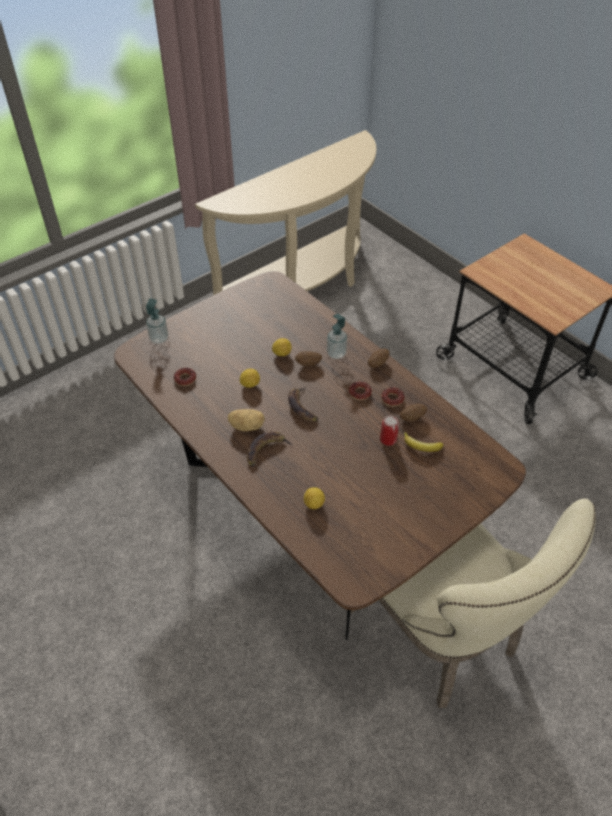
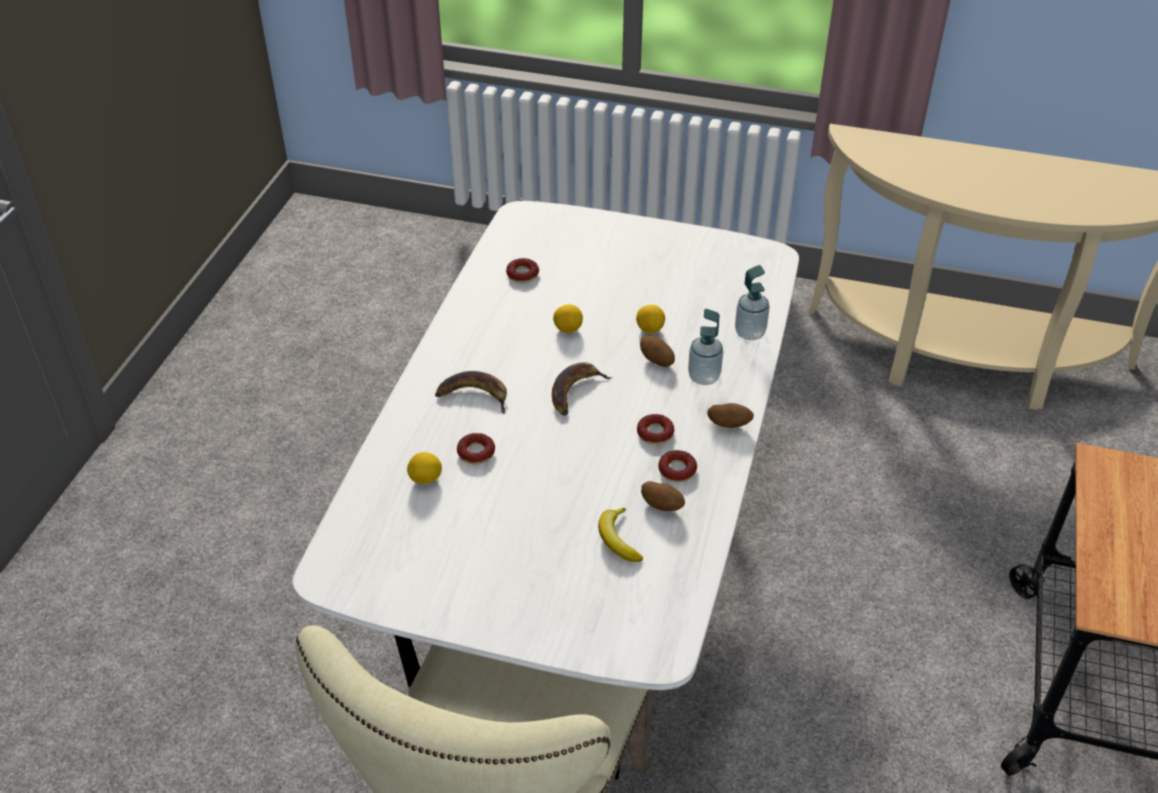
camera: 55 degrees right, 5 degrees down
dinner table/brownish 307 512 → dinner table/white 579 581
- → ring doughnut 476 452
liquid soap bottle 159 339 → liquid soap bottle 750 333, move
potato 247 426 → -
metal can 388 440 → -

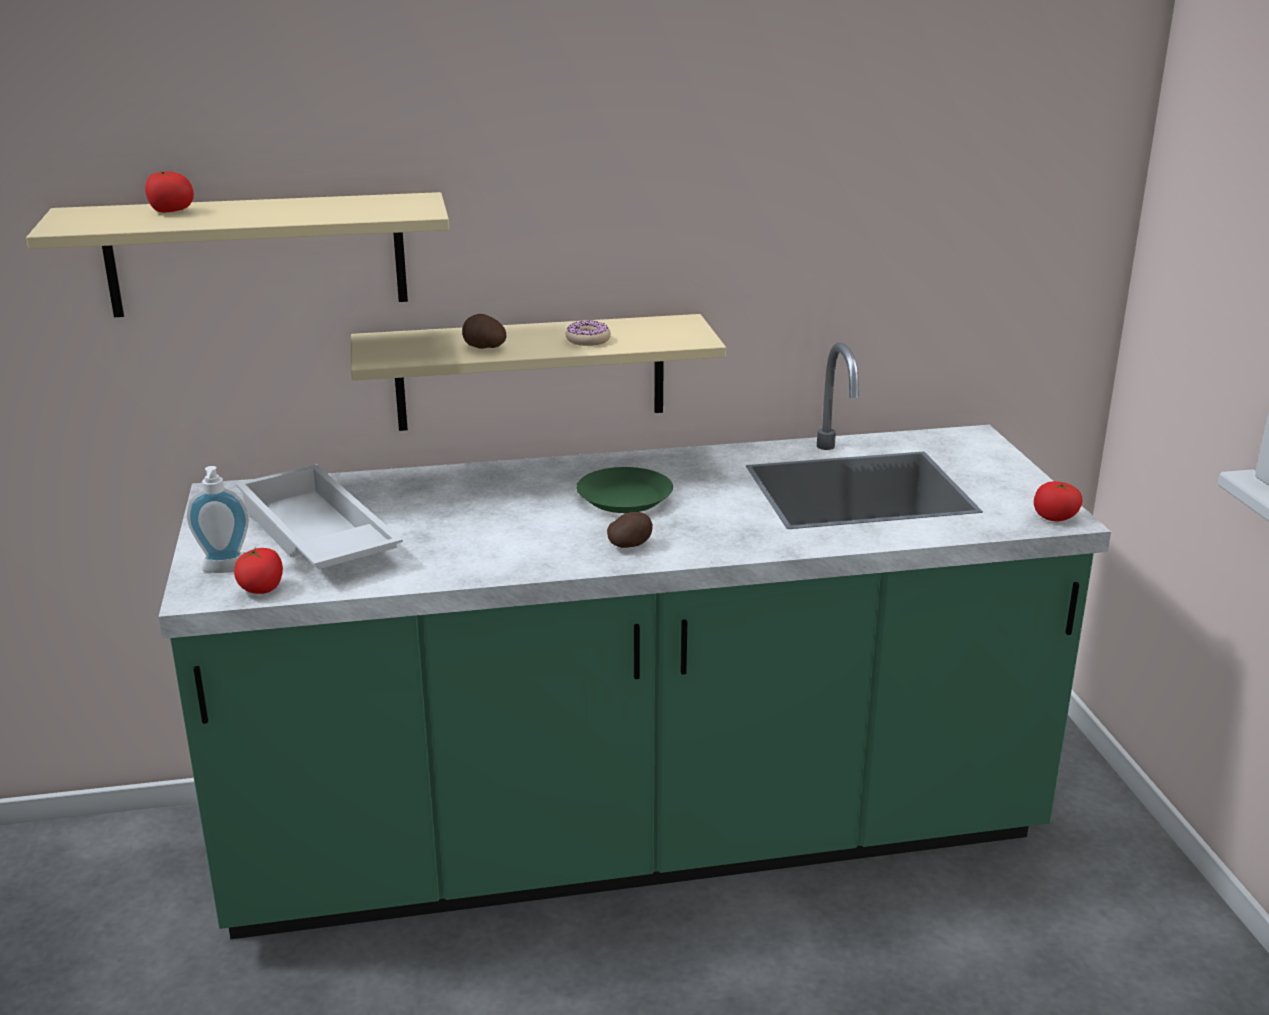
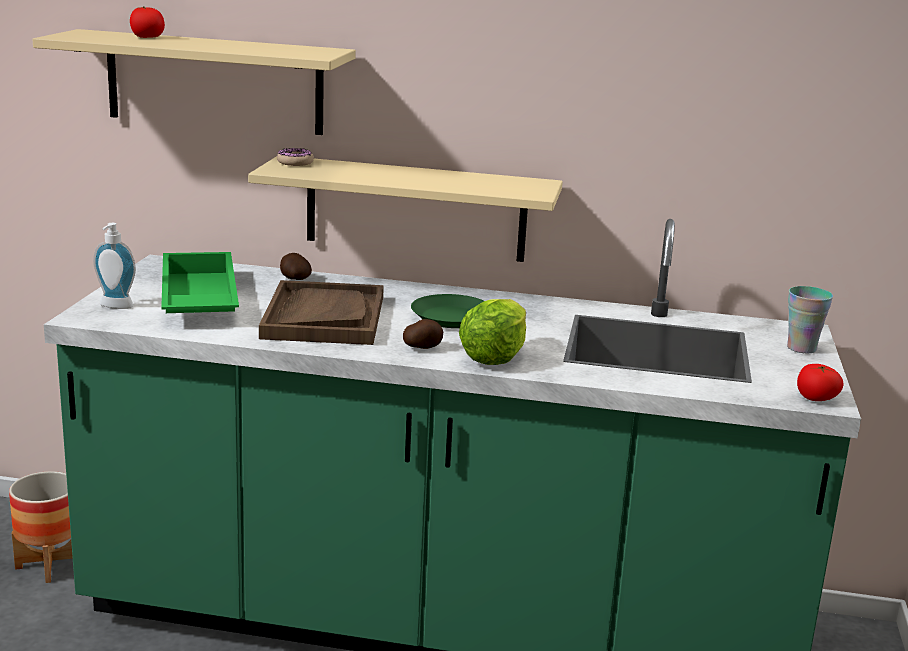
camera: 20 degrees right, 5 degrees down
- → plant pot 50 565
serving tray/white 314 536 → serving tray/green-coloured 196 299
- → serving tray/brownish 324 317
ring doughnut 588 340 → ring doughnut 295 162, move
potato 484 348 → potato 294 279, move
- → lettuce 494 357
- → small cup 801 348
fresh tomato 261 589 → -

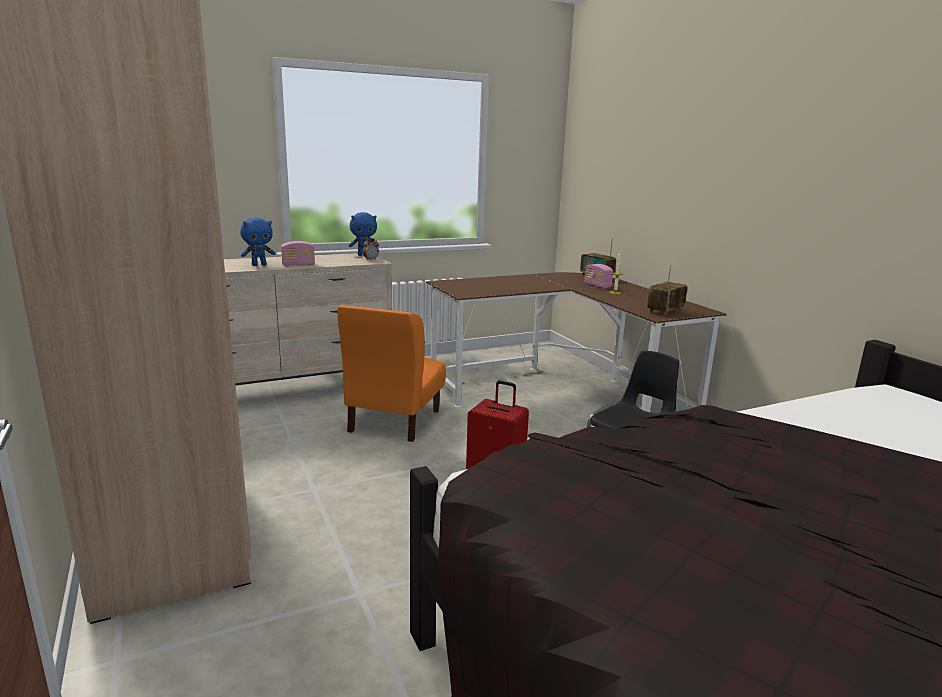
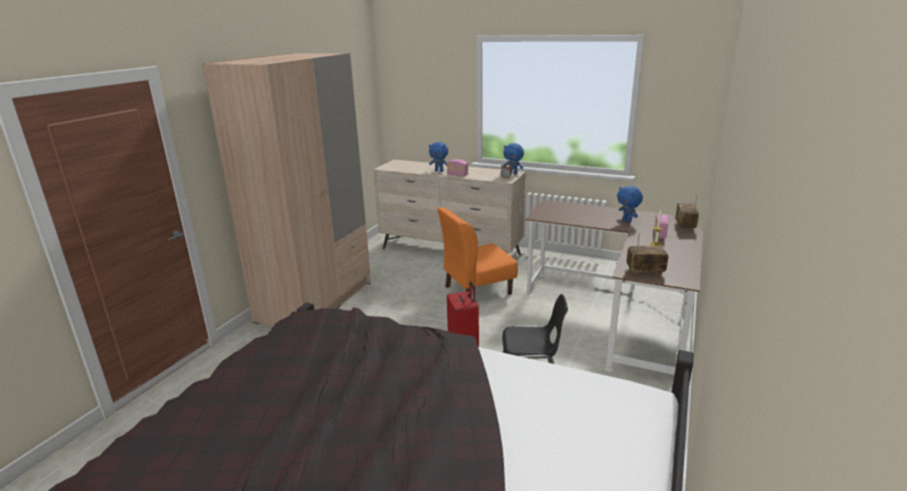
camera: 50 degrees right, 5 degrees up
- → cuddly toy/blue-coloured 627 220

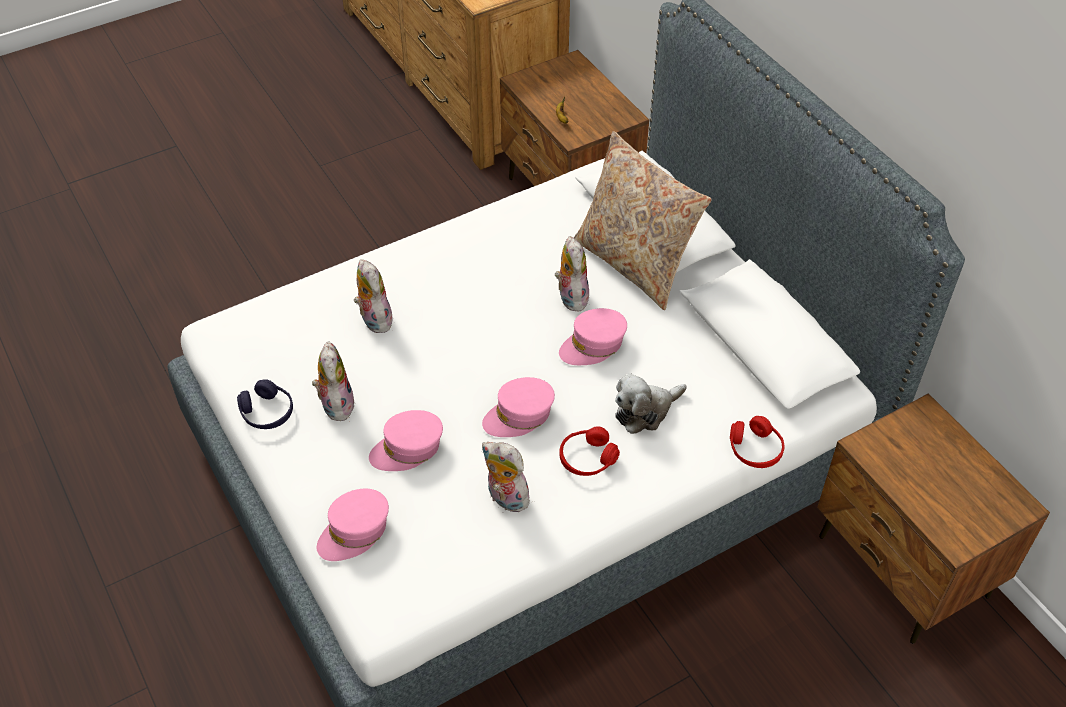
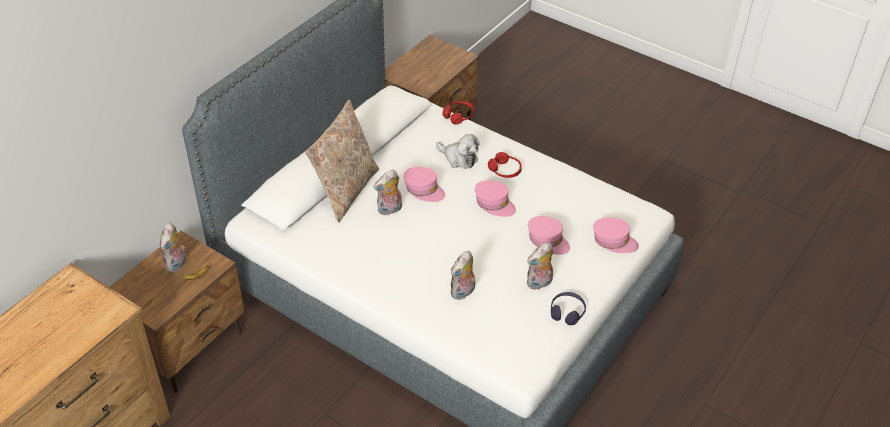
camera: 115 degrees left, 5 degrees down
cuddly toy 505 498 → cuddly toy 177 264, move

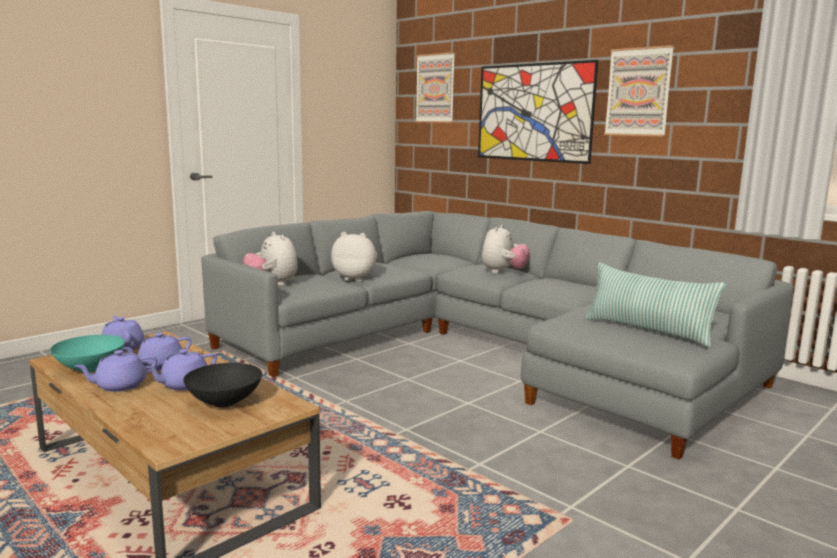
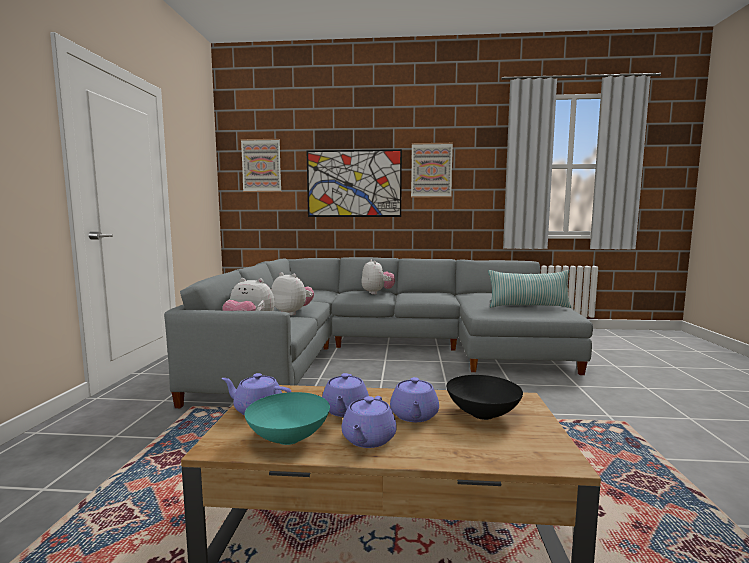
camera: 40 degrees left, 5 degrees down
cuddly toy 356 278 → cuddly toy 293 313, 60 degrees clockwise

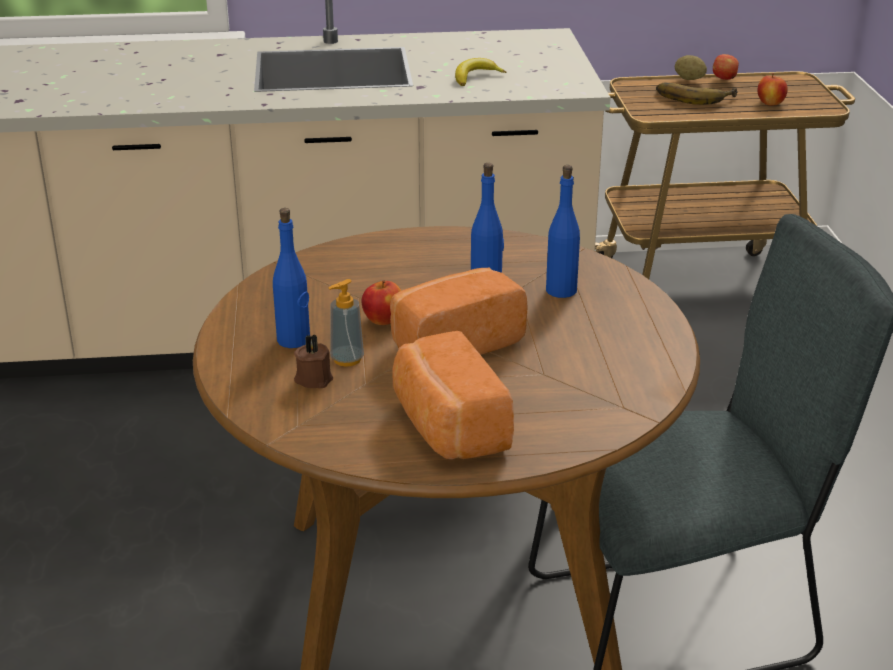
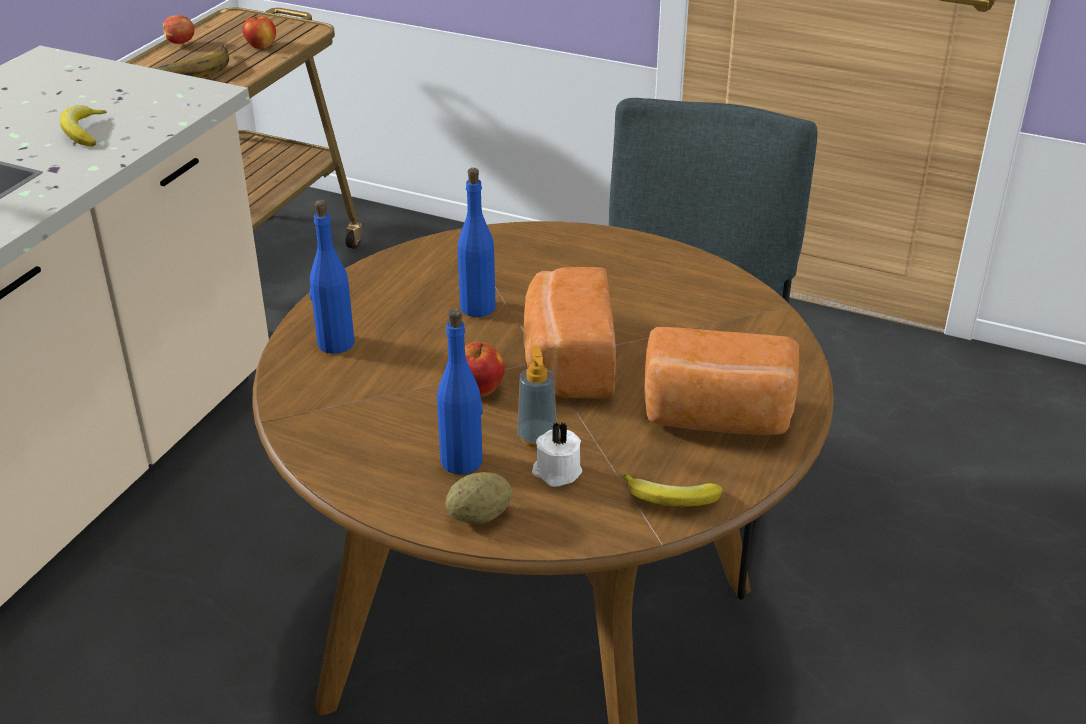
camera: 60 degrees left, 5 degrees up
drink bottle/blue-coloured 561 290 → drink bottle/blue-coloured 335 343, move
potato 689 79 → potato 479 516, move
wax light/brownish 313 378 → wax light/white 556 472
- → whole banana 671 500

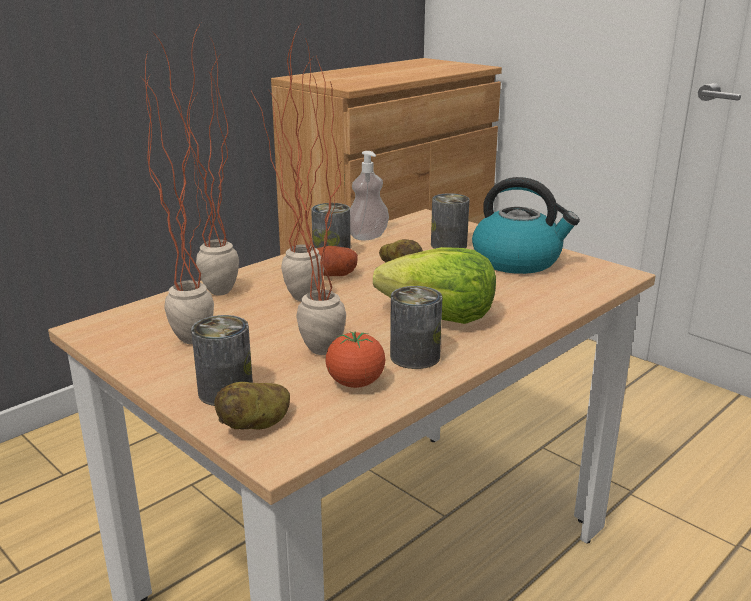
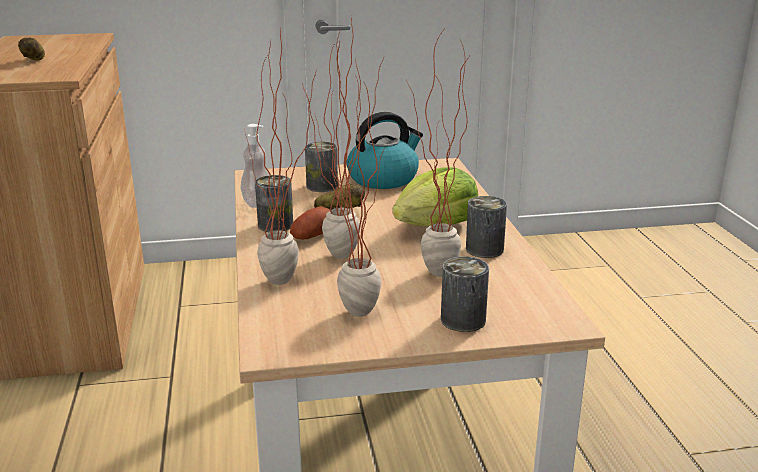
camera: 55 degrees left, 0 degrees up
potato 256 425 → potato 34 60, move
fresh tomato 355 383 → -

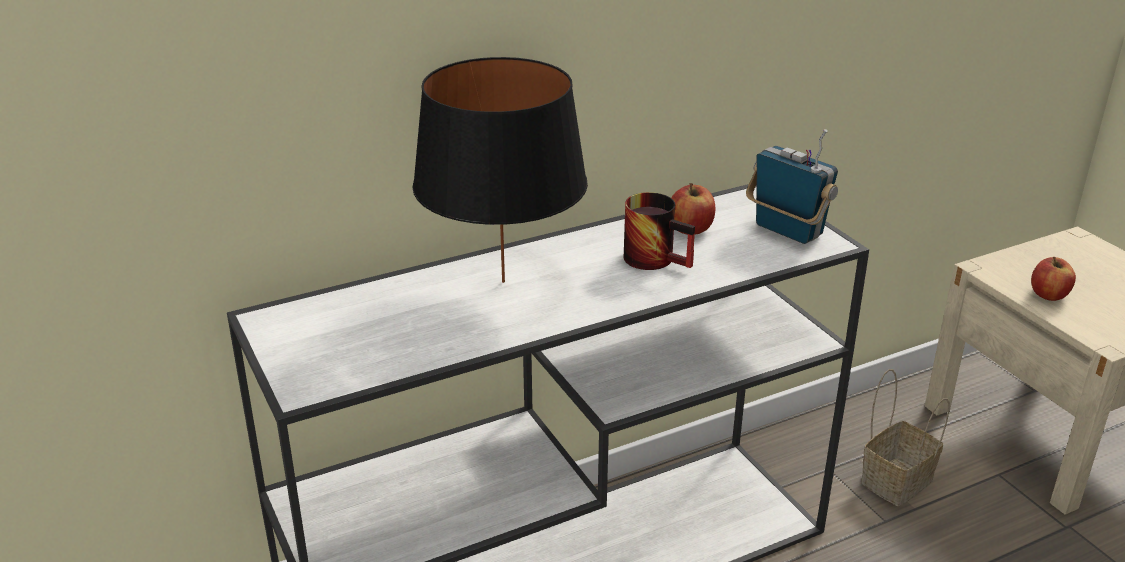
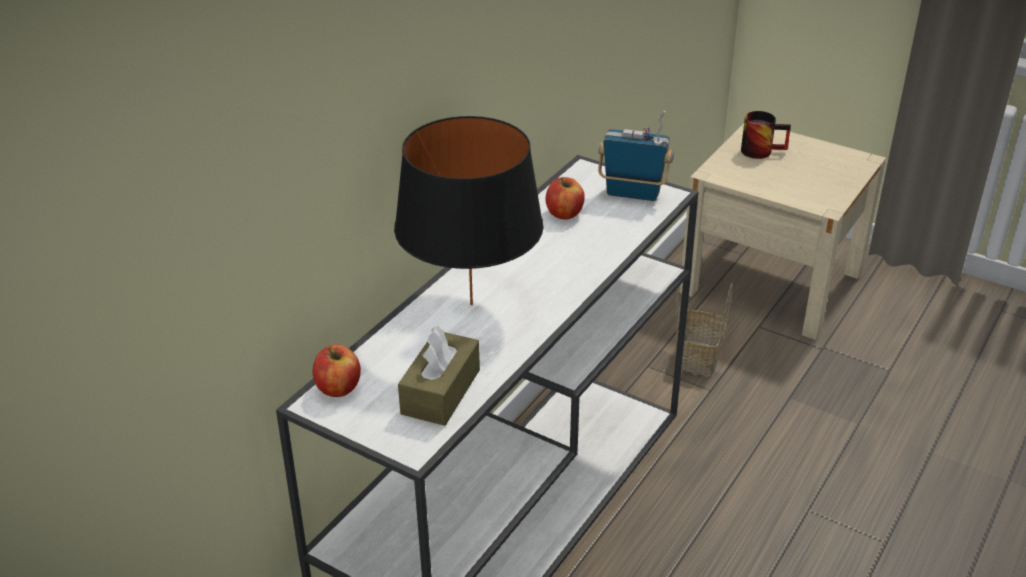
camera: 30 degrees left, 5 degrees up
apple 1048 295 → apple 338 388, move
- → box of tissues/brownish 441 392
mug 658 258 → mug 761 150, move

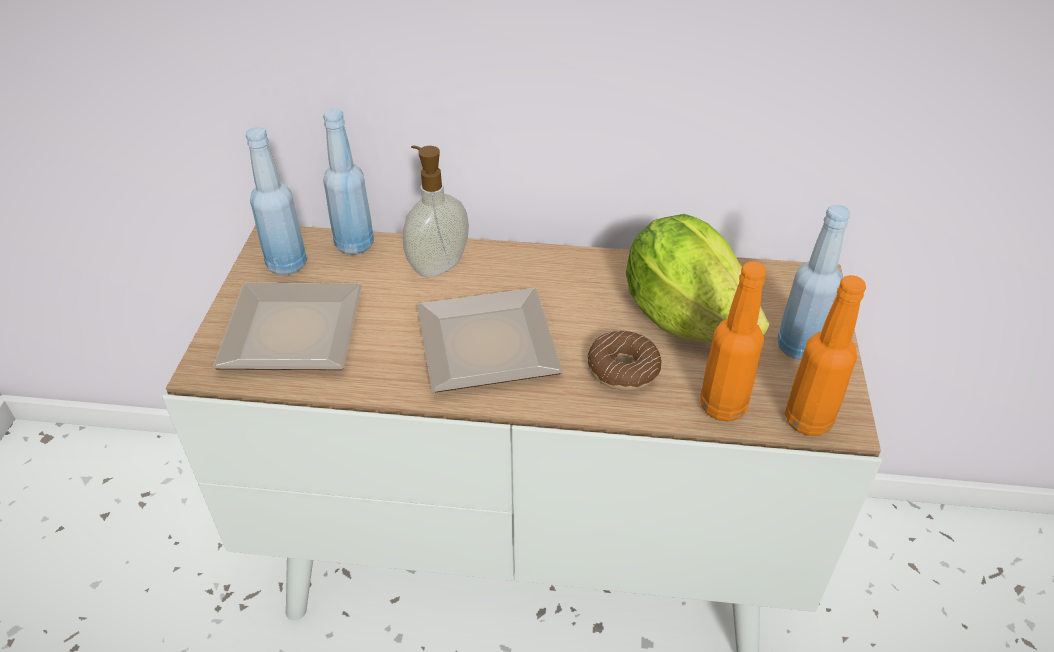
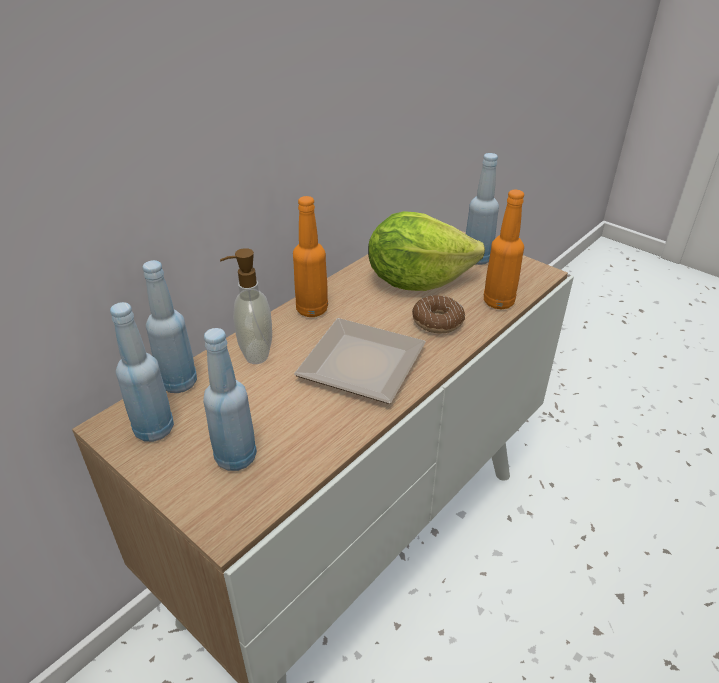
camera: 55 degrees left, 5 degrees down
plate 289 329 → drink bottle/blue-coloured 235 457
drink bottle/orangey 808 420 → drink bottle/orangey 311 309, move

